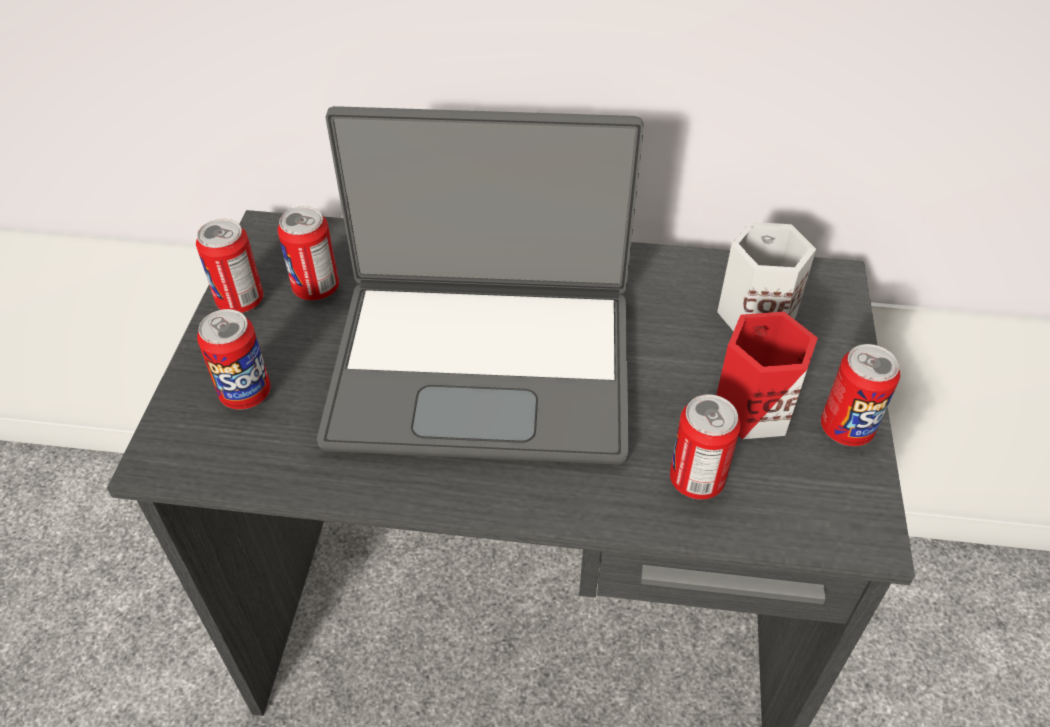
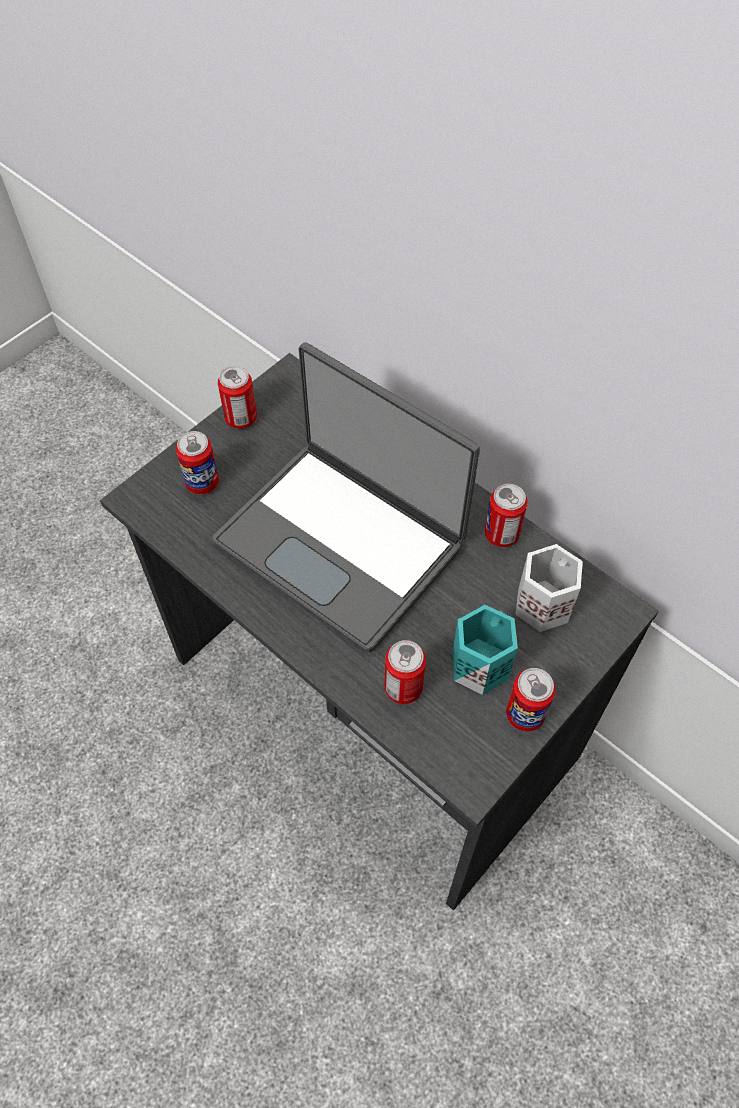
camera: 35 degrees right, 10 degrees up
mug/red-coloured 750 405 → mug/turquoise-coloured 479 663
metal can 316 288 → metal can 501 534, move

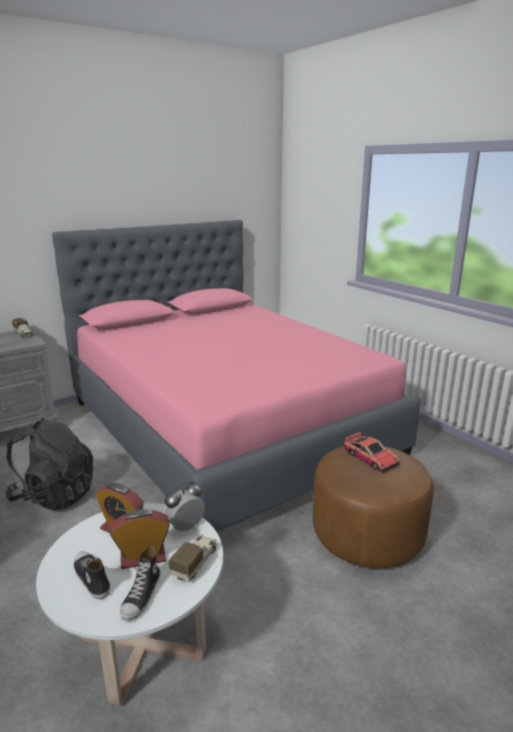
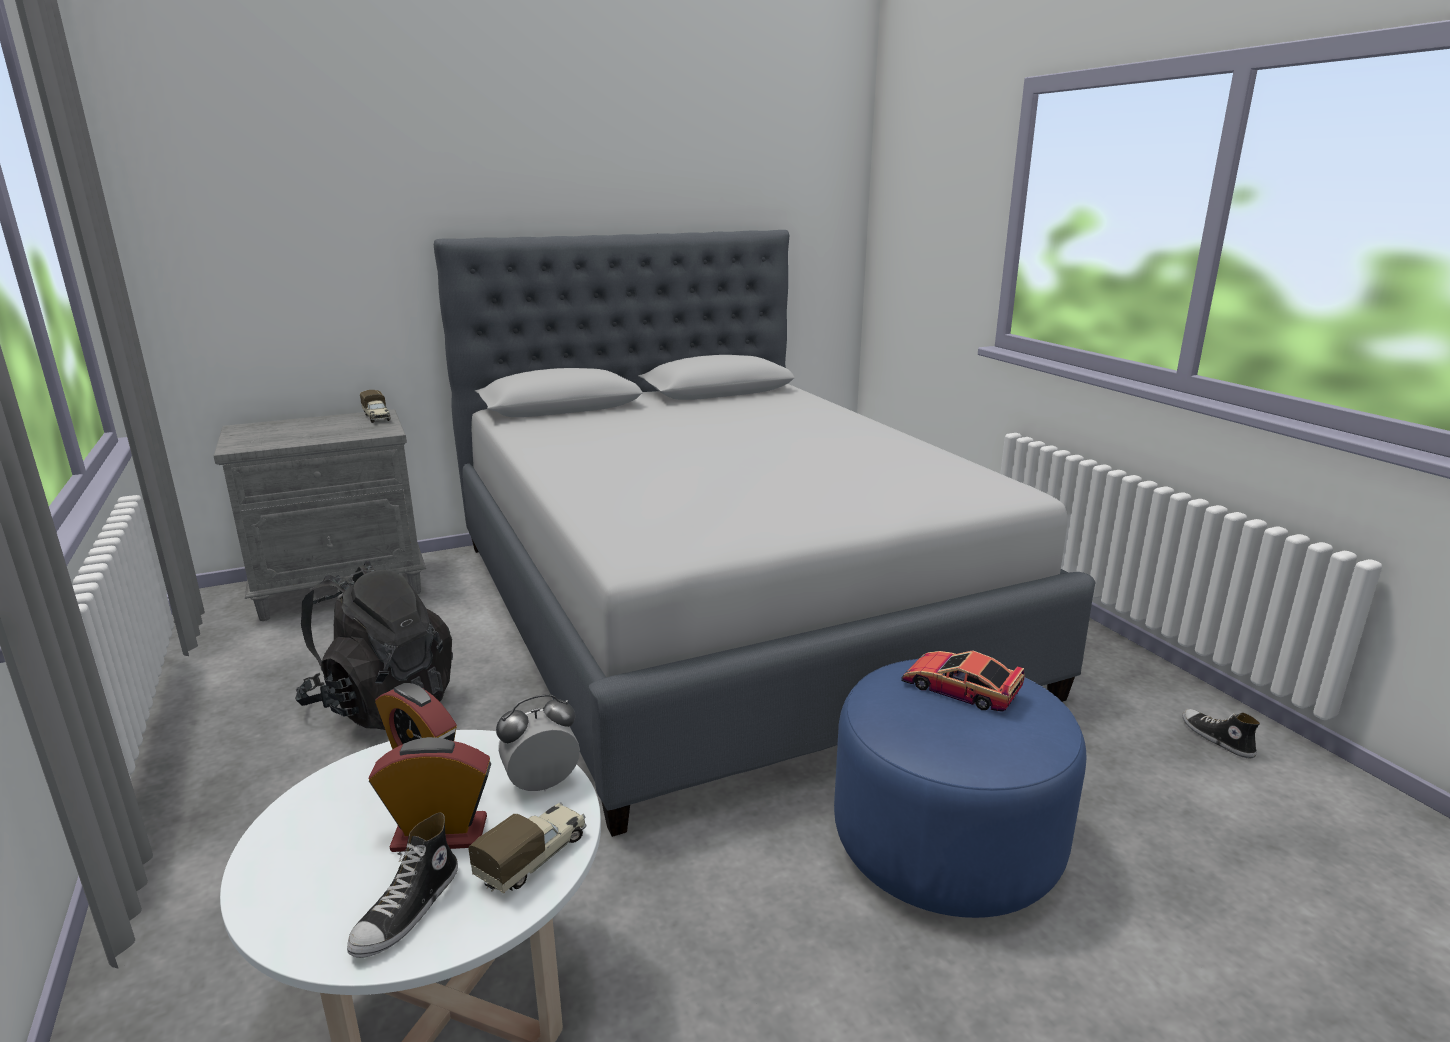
camera: 10 degrees right, 0 degrees up
bed/pink 227 427 → bed/grey 721 611
ottoman/brownish 367 534 → ottoman/blue-coloured 946 843
toy car 371 458 → toy car 960 688, 150 degrees clockwise
shoe 91 578 → shoe 1216 738, move

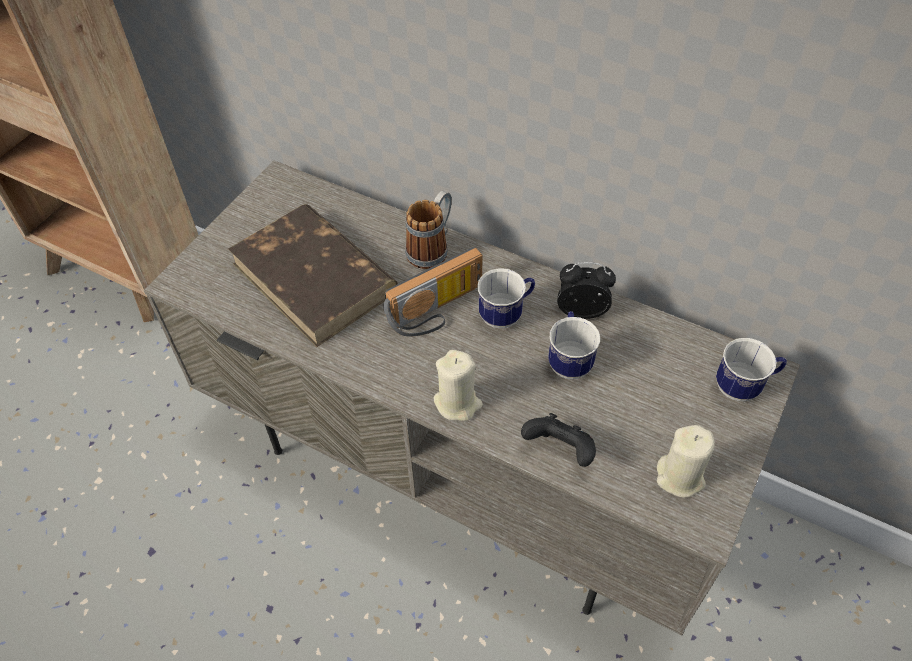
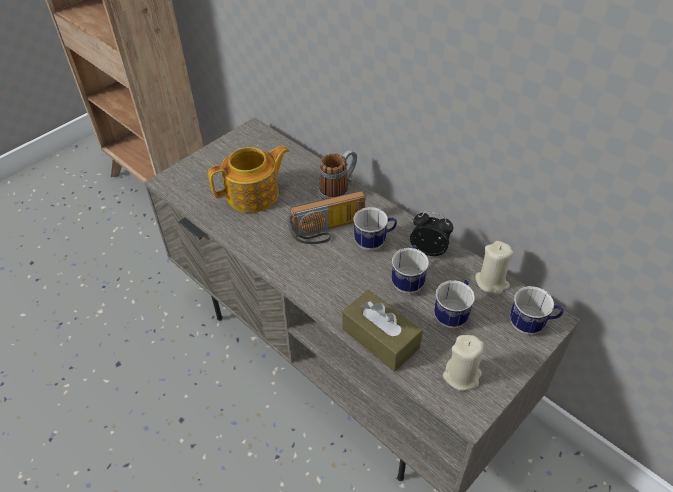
camera: 15 degrees right, 5 degrees down
volume/brownish 315 278 → tea pot 254 195
gamepad/blackish 560 450 → box of tissues/brownish 380 338
- → mug 453 314
wax light/beige-coloured 457 403 → wax light/beige-coloured 491 282, move

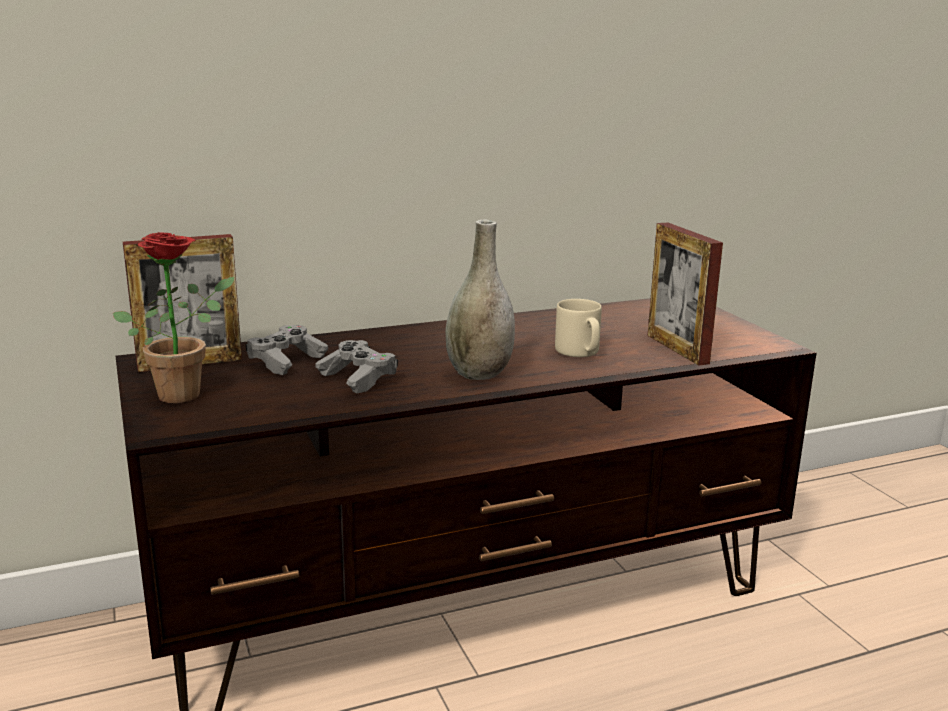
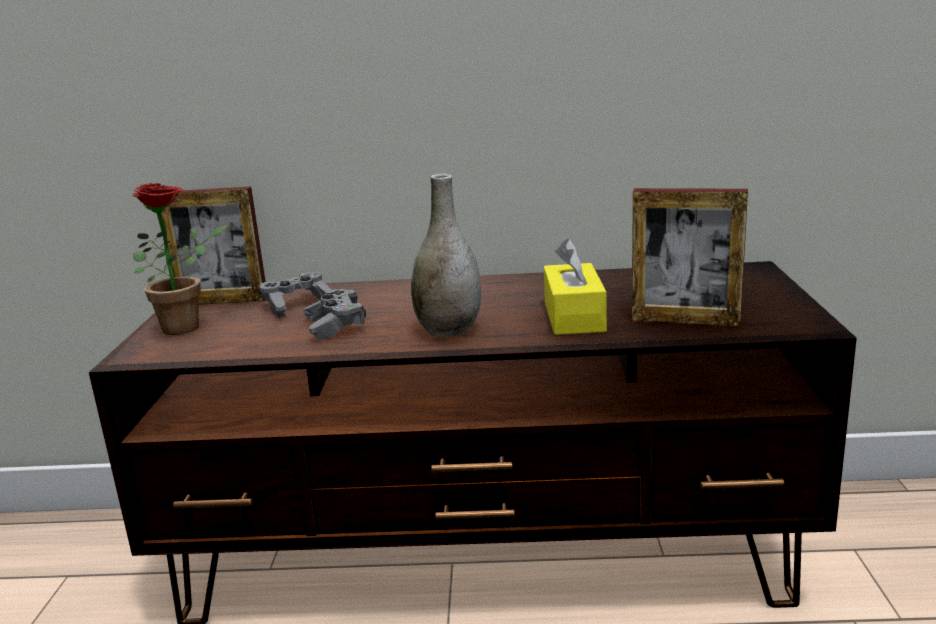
camera: 25 degrees right, 0 degrees up
mug/beige-coloured 579 352 → box of tissues/yellow-coloured 574 316
photo frame 677 349 → photo frame 685 321, 75 degrees counterclockwise

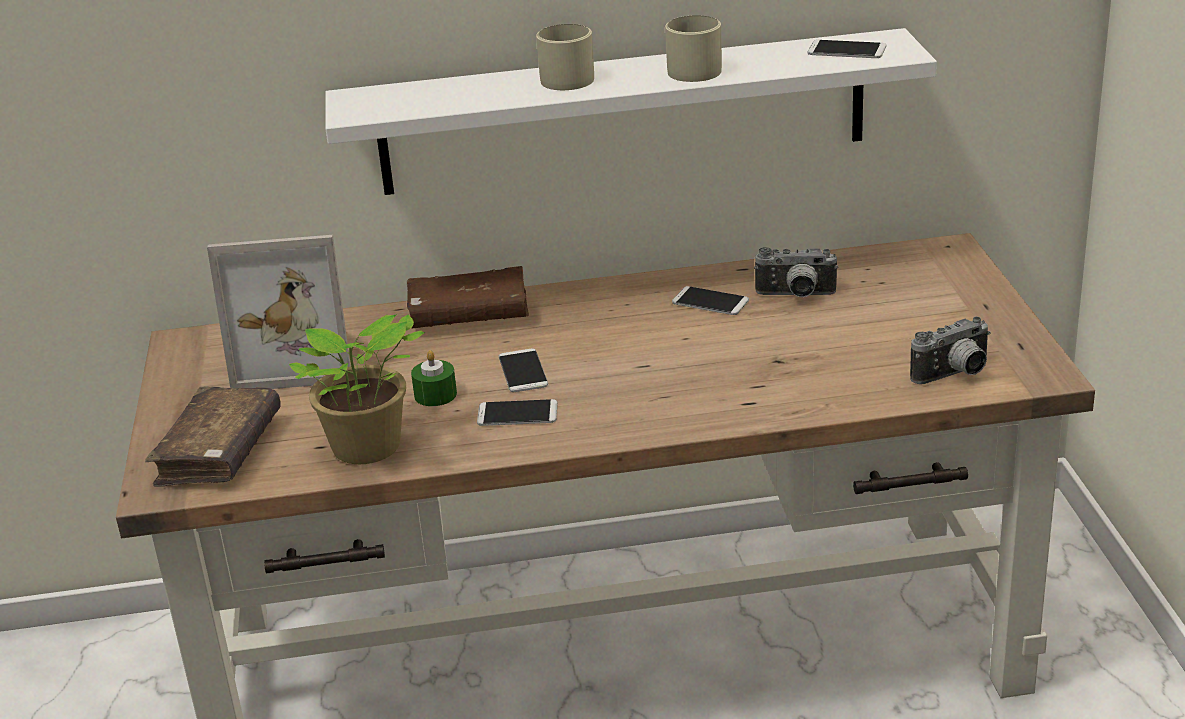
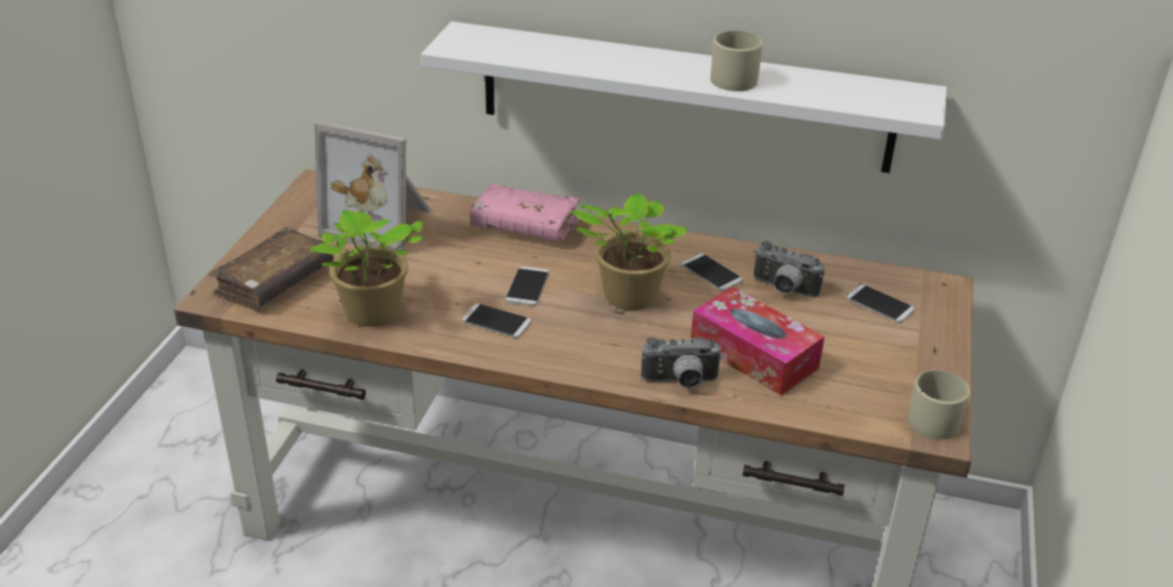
camera: 20 degrees right, 5 degrees up
volume/brownish 469 315 → volume/pink 525 226
- → potted plant 627 297
still camera 955 375 → still camera 680 383, move
- → box of tissues 753 355
handset 846 50 → handset 880 304, move
mug/beige-coloured 570 77 → mug/beige-coloured 937 419, move
wax light/green-coloured 435 395 → -

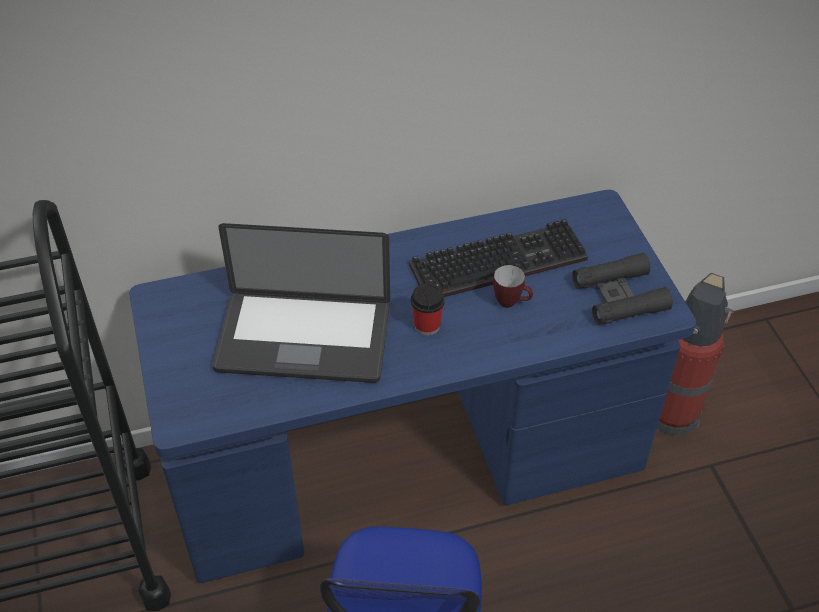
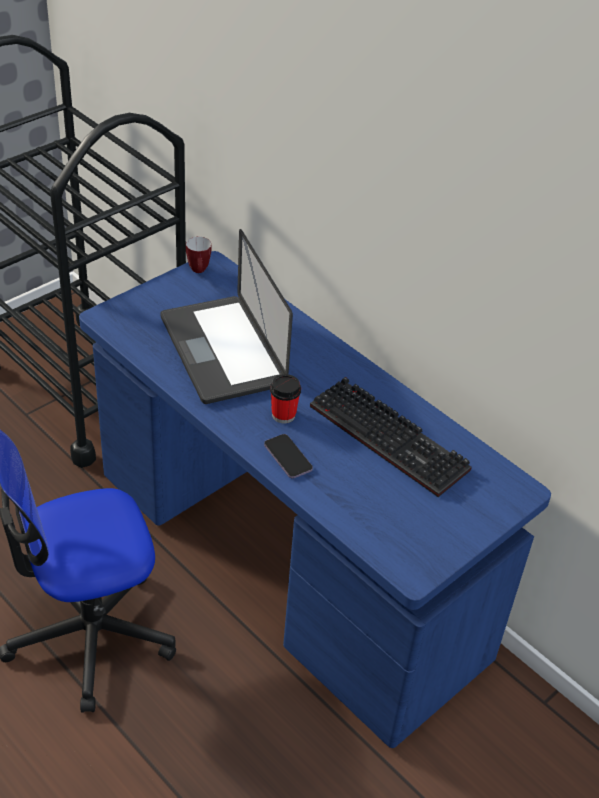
camera: 60 degrees right, 5 degrees down
mug 511 302 → mug 199 271, move
- → handset 288 457
field glasses/blackish 619 296 → -
extinguisher 673 412 → -

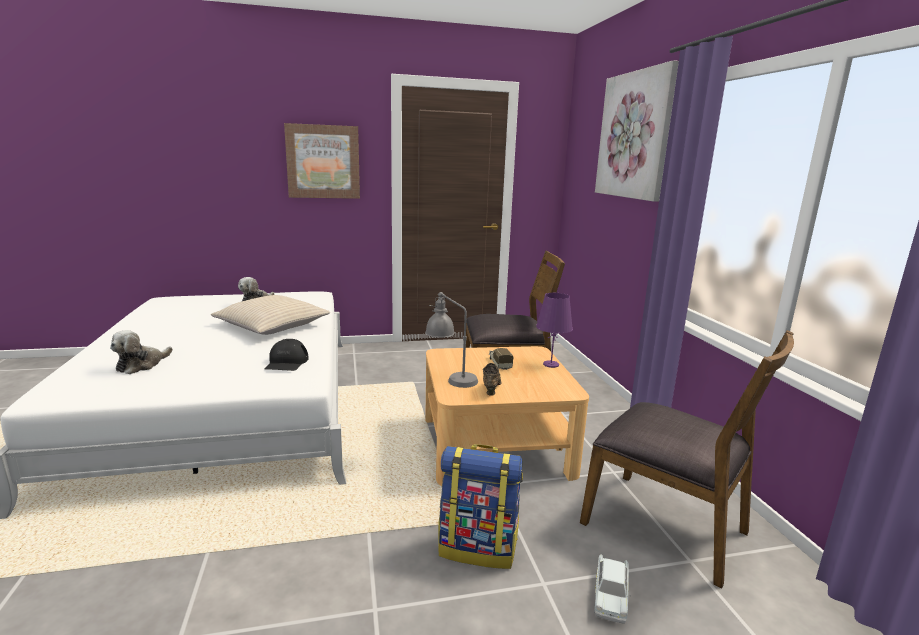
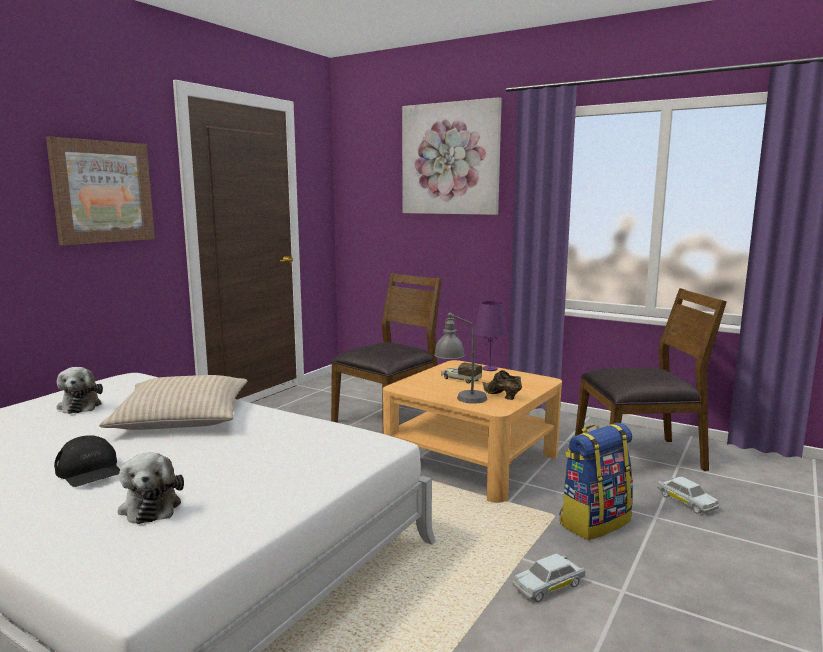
camera: 45 degrees left, 5 degrees down
peaked cap/blackish 286 362 → peaked cap/blackish 90 470, move
- → toy car/white 548 586

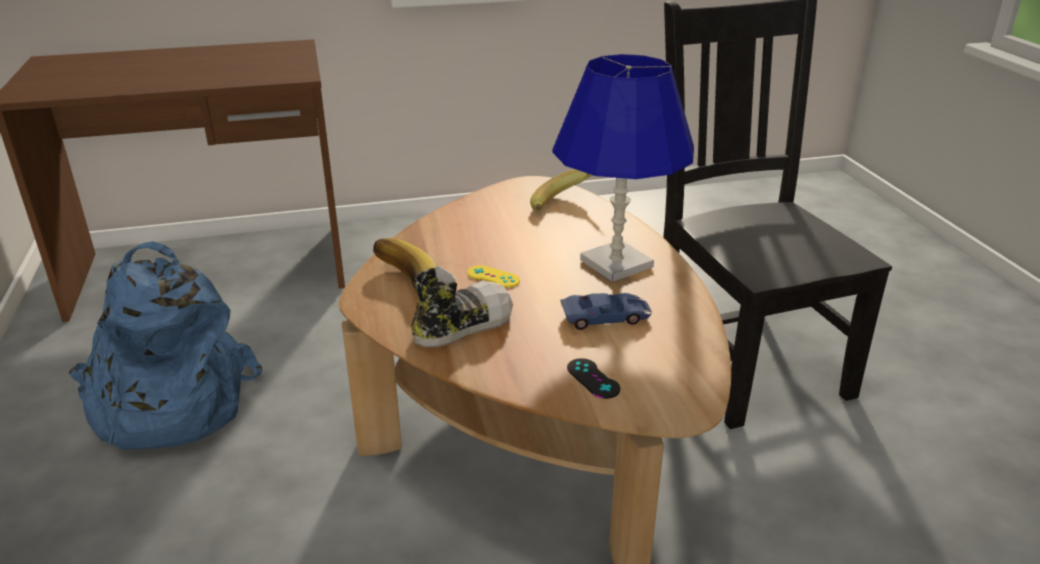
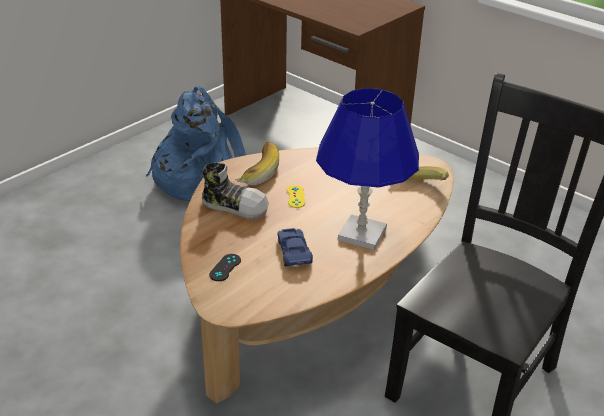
camera: 55 degrees right, 5 degrees up
toy car/blue-coloured 605 317 → toy car/blue-coloured 293 251, 150 degrees counterclockwise

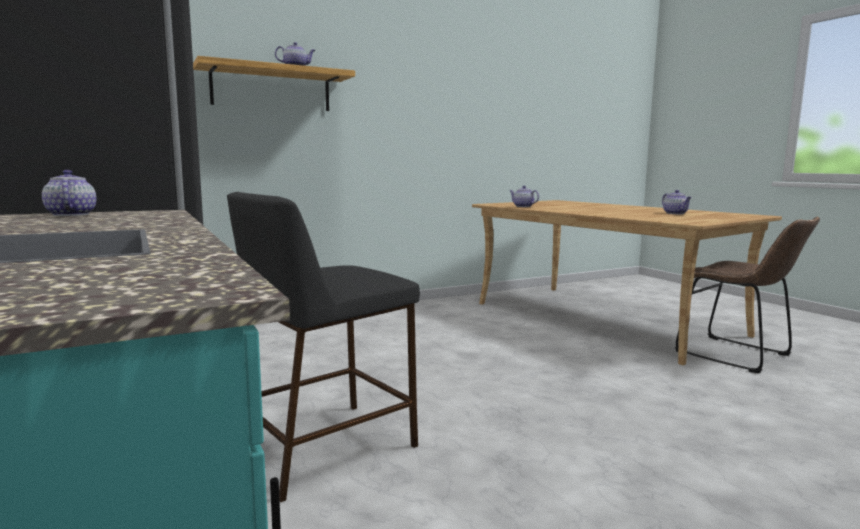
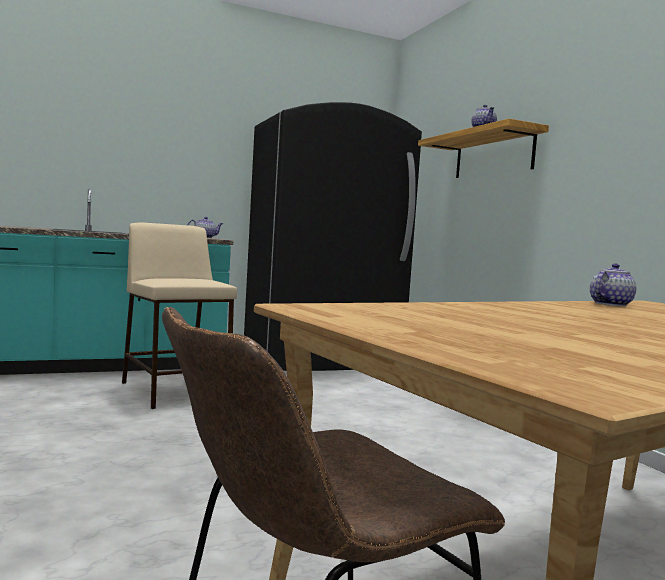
camera: 95 degrees right, 5 degrees down
sitting stool/blackish 325 445 → sitting stool/beige-coloured 176 391
tea pot 675 213 → -

